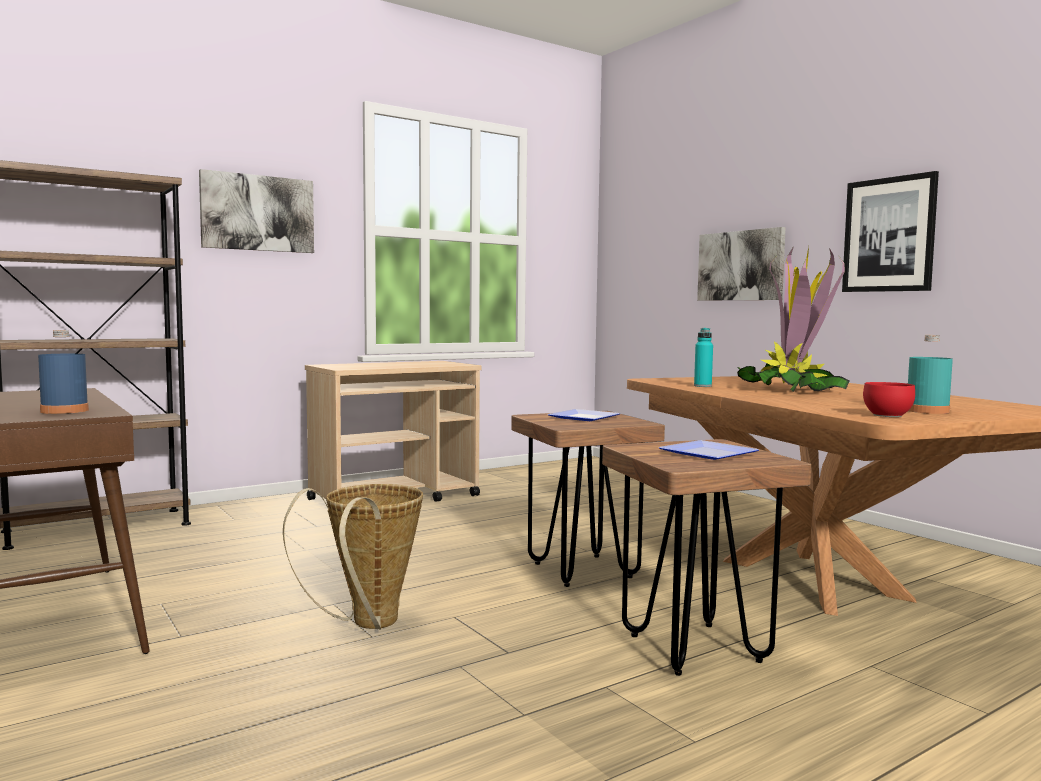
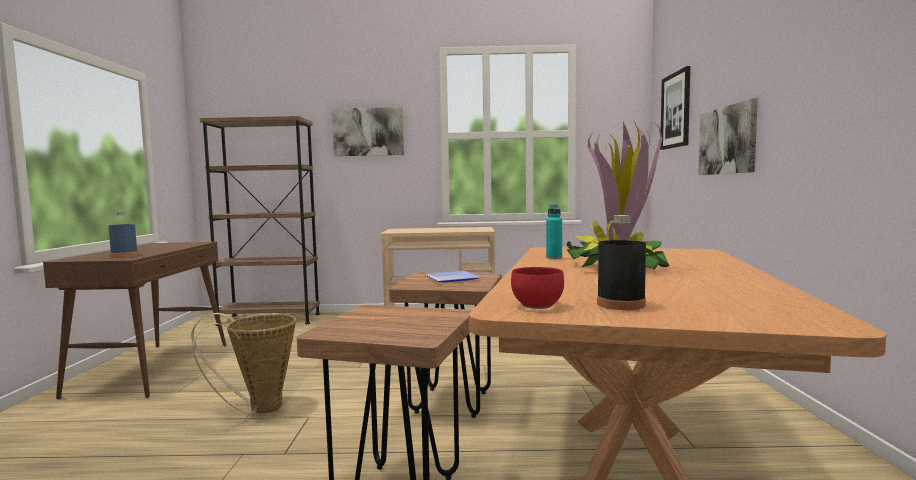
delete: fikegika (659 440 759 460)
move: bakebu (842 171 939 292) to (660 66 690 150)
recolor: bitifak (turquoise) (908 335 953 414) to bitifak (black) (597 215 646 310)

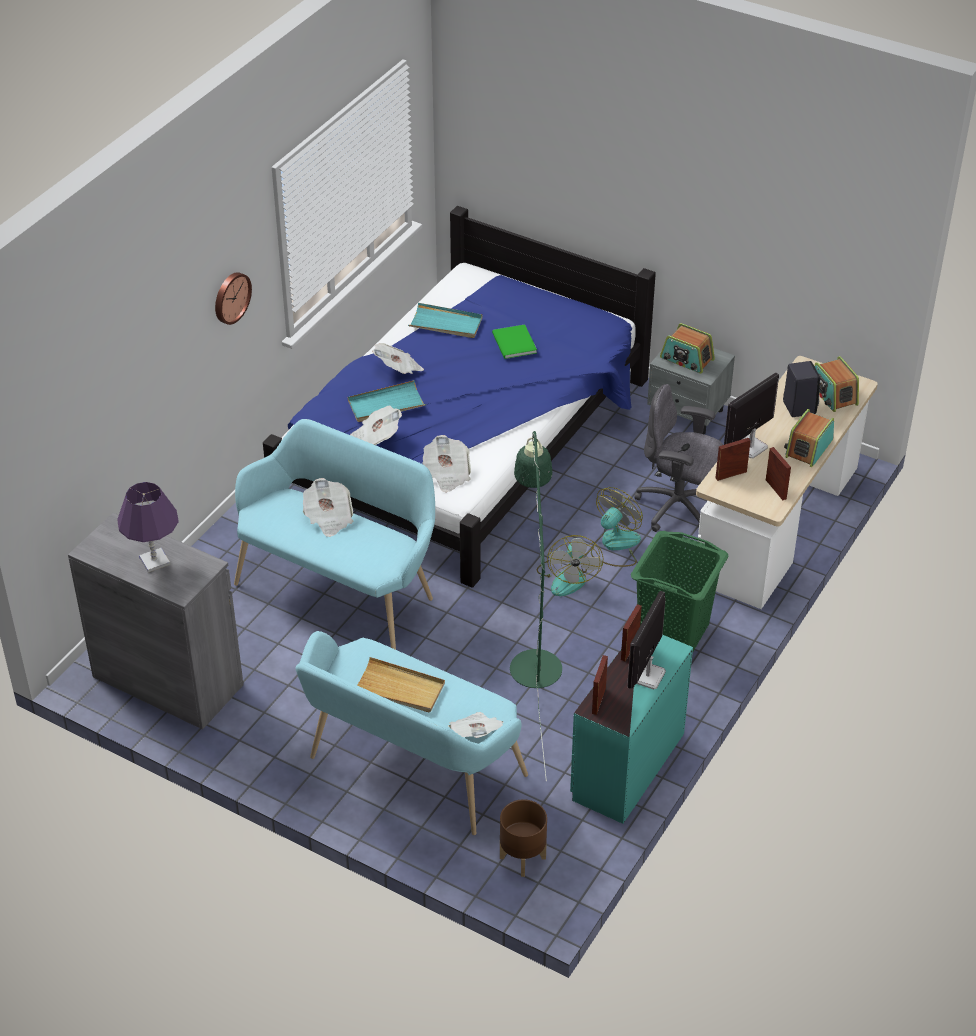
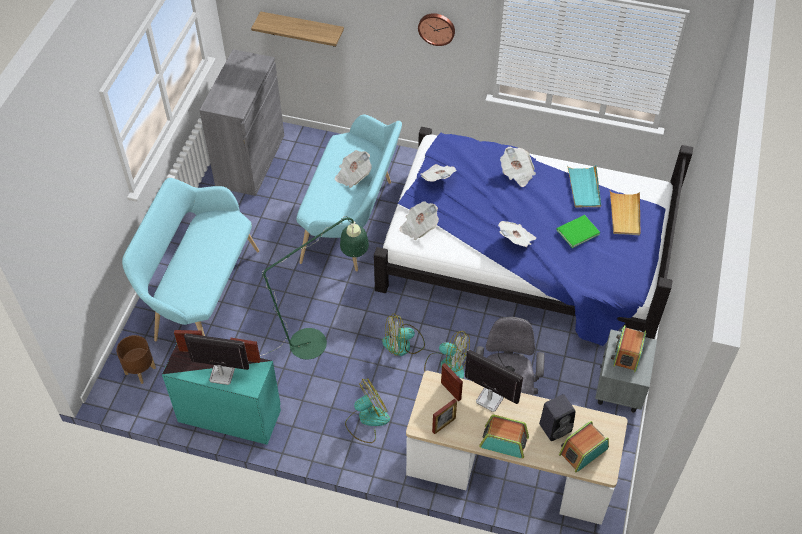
delete: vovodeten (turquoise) (348 380 426 422); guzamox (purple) (117 482 179 573)
insert: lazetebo (251 11 344 47)
move: vovodeten (beige) (357 657 445 712) to (610 191 640 235); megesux (448 712 503 738) to (498 221 536 247)
replace: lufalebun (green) (631 531 728 651) to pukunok (345 378 390 443)

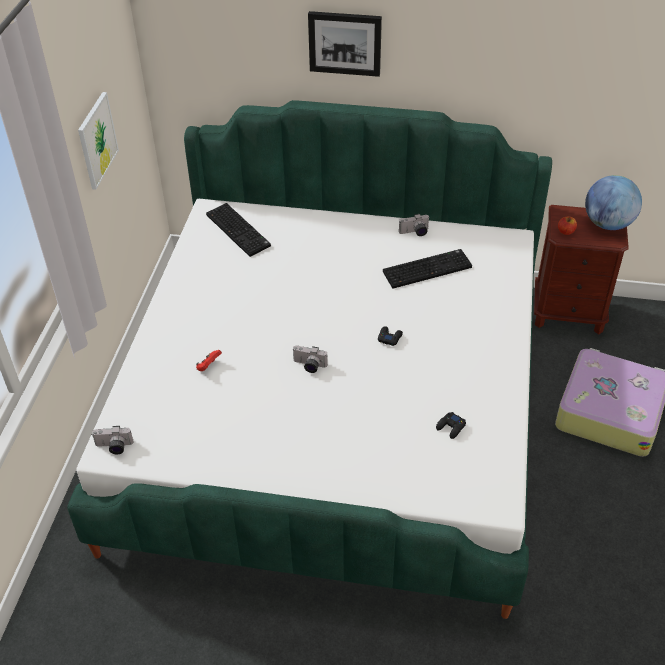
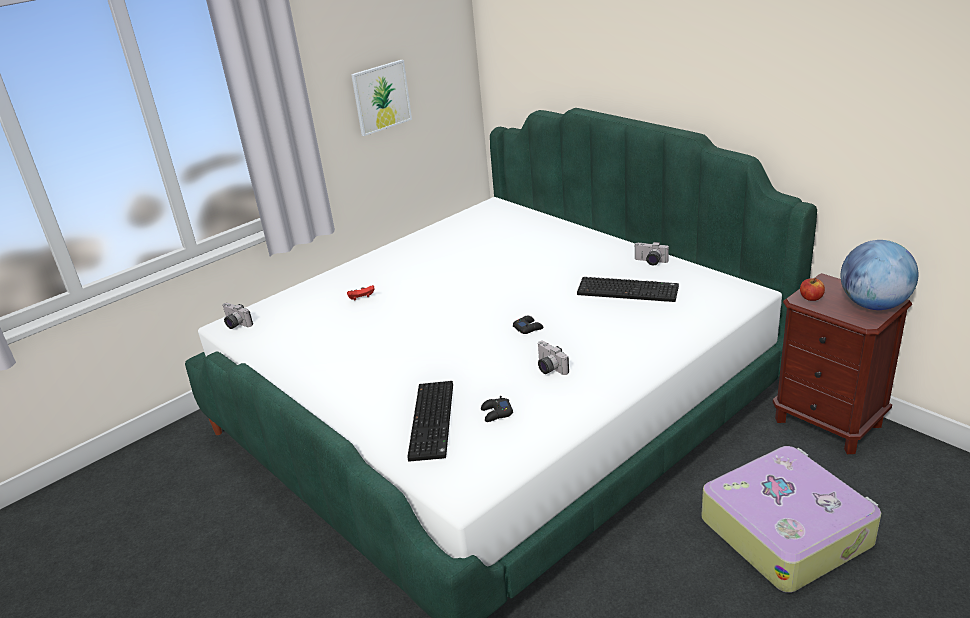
delete: bakebu (308 11 382 77)
move: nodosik (206 203 271 257) to (407 381 453 462); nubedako (293 346 328 373) to (537 341 569 375)

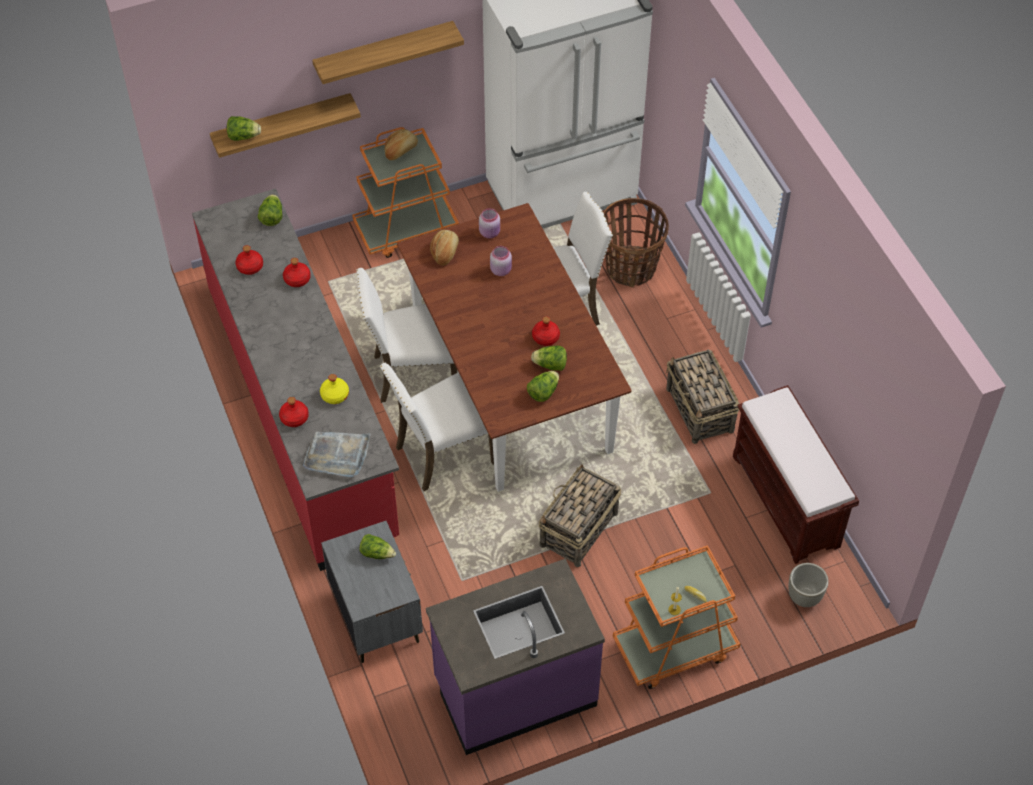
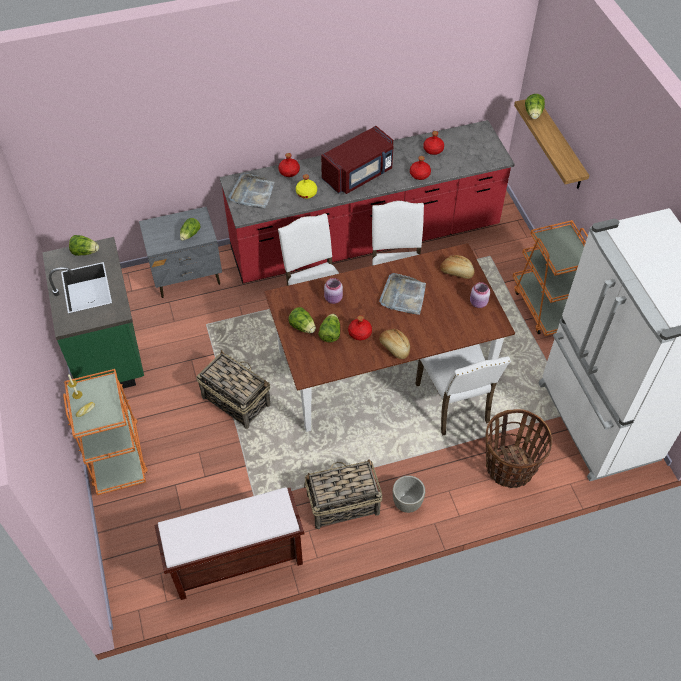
delete: lazetebo (312 21 464 84)
insert: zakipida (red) (321 126 394 194); vovodeten (grey) (379 273 426 315)
move: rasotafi (385 129 418 160) to (379 329 410 359); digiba (258 194 282 226) to (69 235 99 256); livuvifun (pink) (490 246 512 276) to (324 278 343 304); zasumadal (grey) (789 563 828 607) to (393 476 425 513)
recolor: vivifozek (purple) (426 559 605 755) to vivifozek (green) (42 237 144 389)

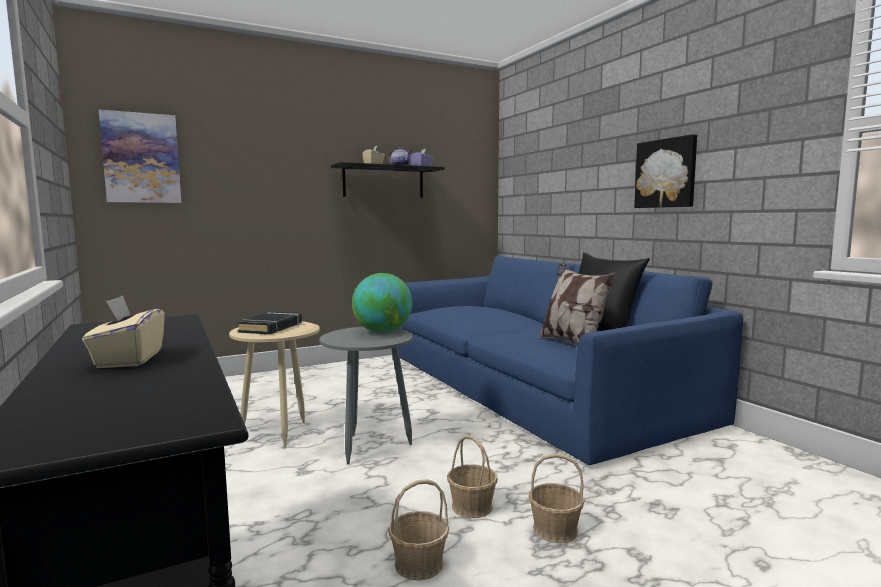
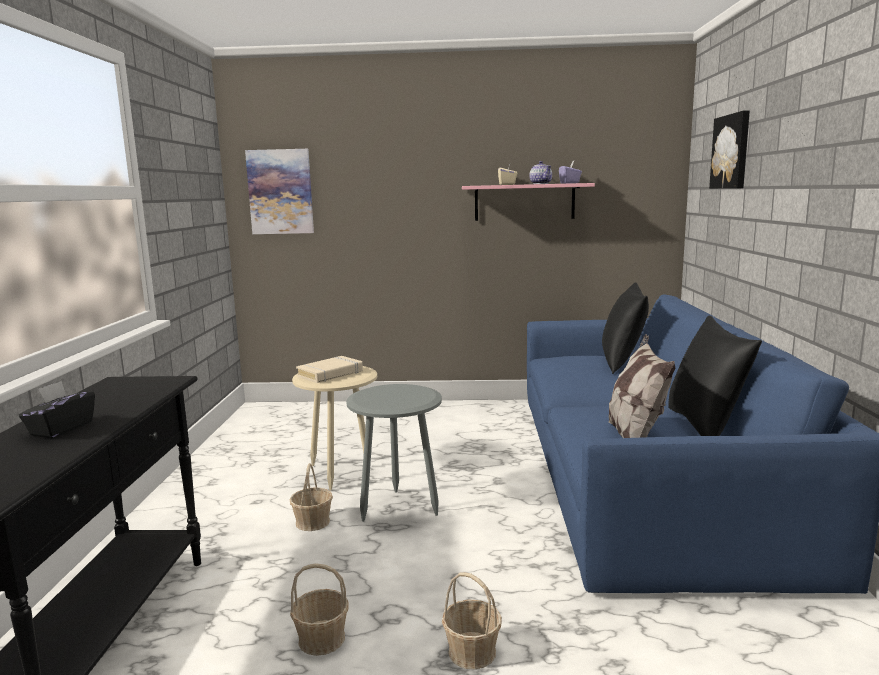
delete: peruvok (352 273 412 333)
insert: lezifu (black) (602 283 649 374)
move: bakebu (634 134 697 208) to (709 110 750 189); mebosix (447 435 498 518) to (290 463 333 531)
recolor: lazetebo (black) (331 162 445 198) to lazetebo (pink) (462 183 595 221); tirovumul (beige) (82 295 165 368) to tirovumul (black) (19 381 95 438); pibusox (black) (237 312 302 334) to pibusox (beige) (296 356 363 383)

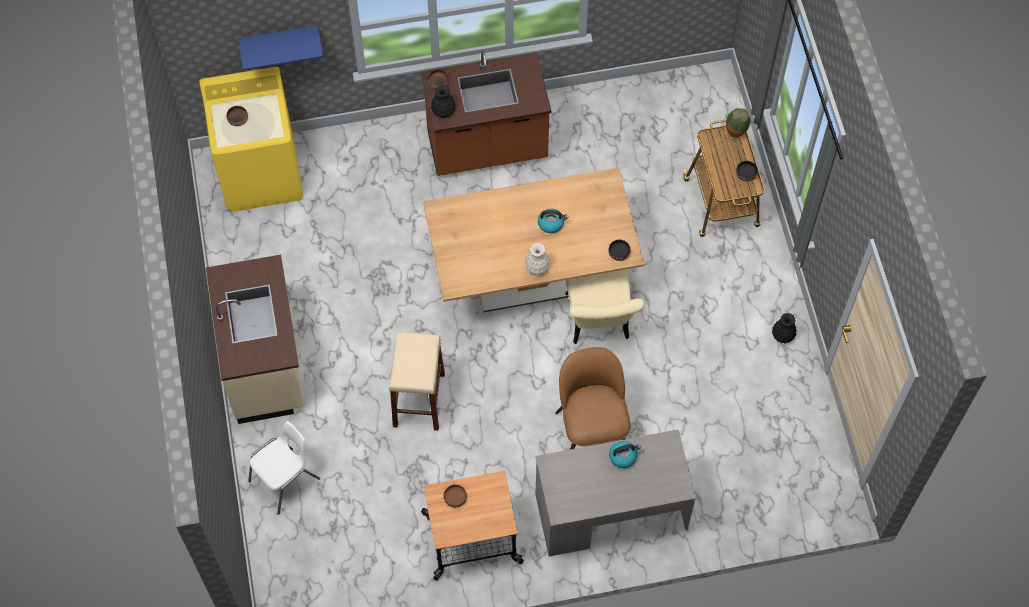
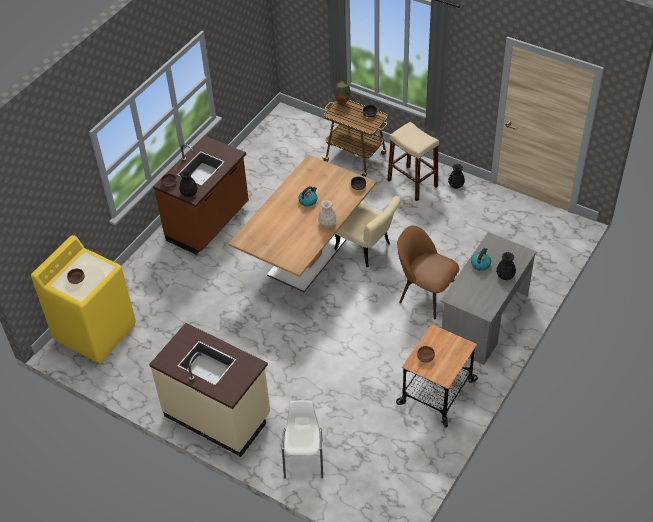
delete: lazetebo (blue) (238 25 324 70)
insert: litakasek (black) (496 252 516 280)
move: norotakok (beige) (389 332 445 431) to (387 122 439 201)

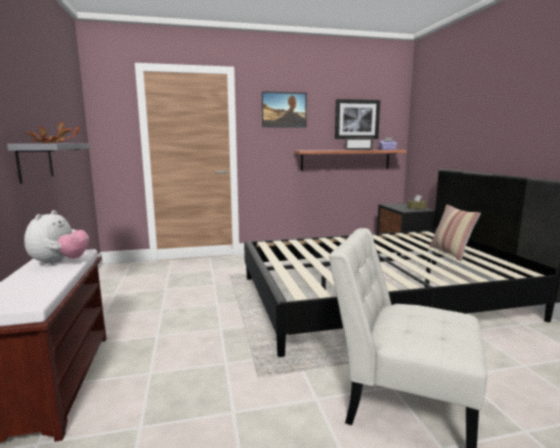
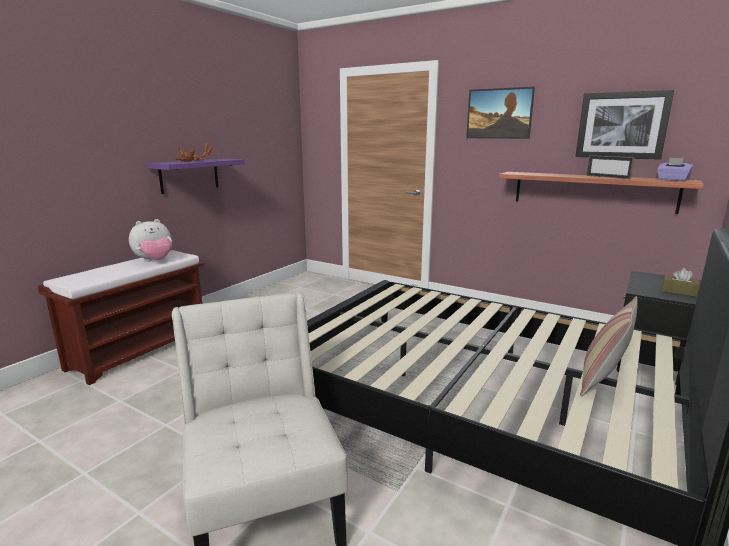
recolor: lazetebo (grey) (7 143 90 184) to lazetebo (purple) (147 158 245 194)

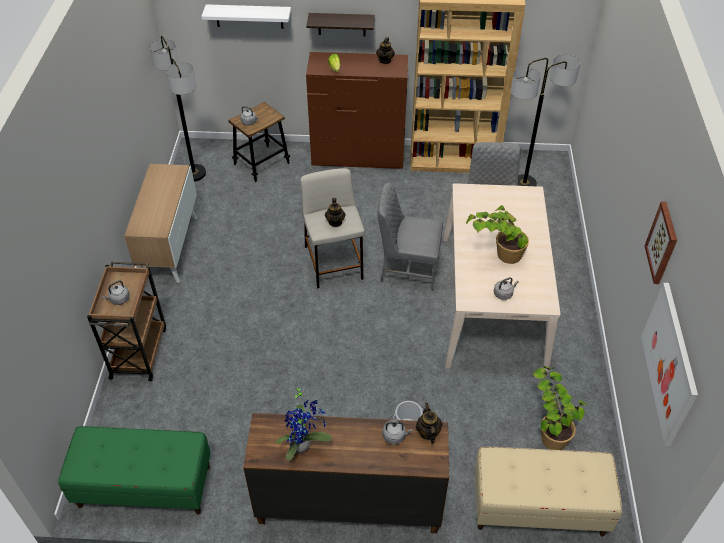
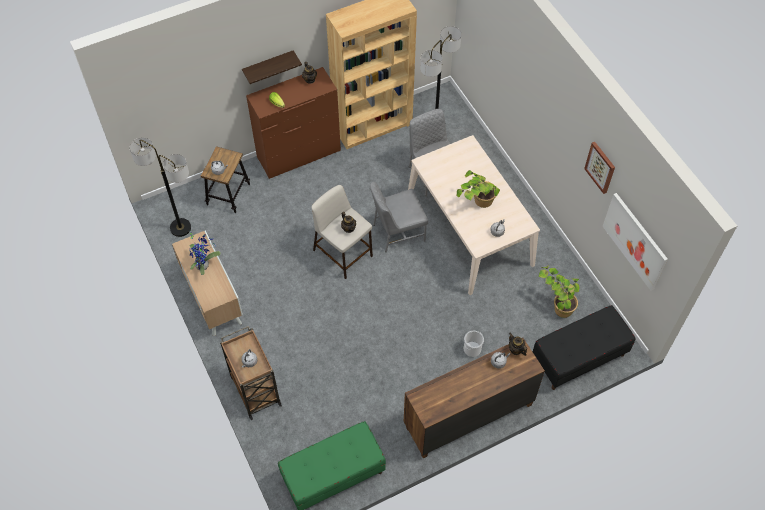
delete: lazetebo (white) (201 4 291 29)
move: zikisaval (276 384 332 460) to (189 233 221 275)
recolor: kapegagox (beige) (475 447 622 536) to kapegagox (black) (533 305 636 390)

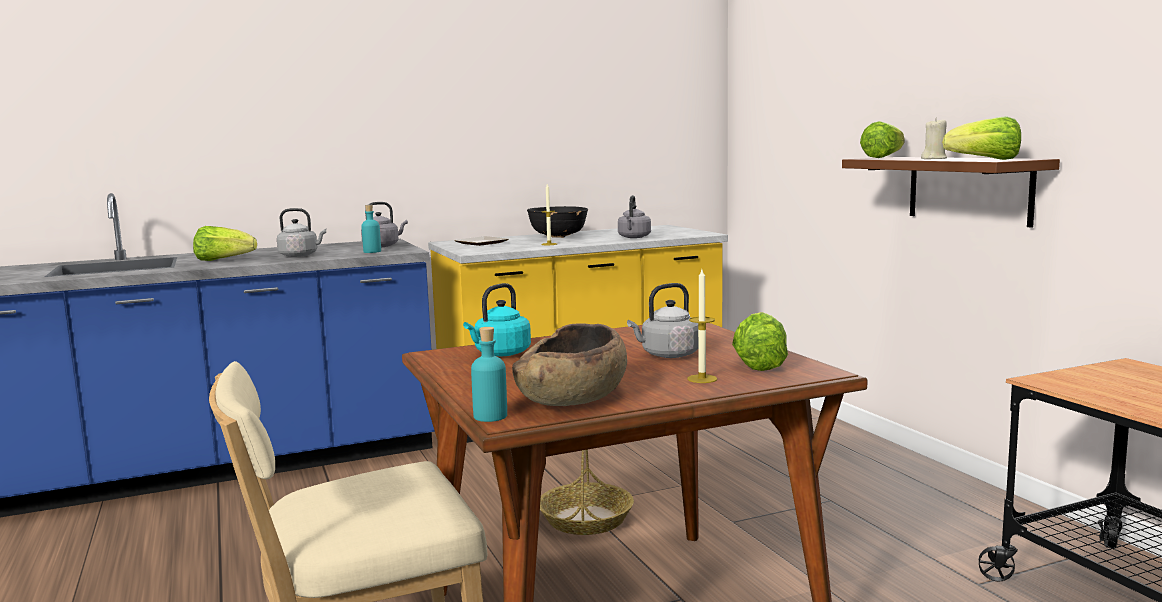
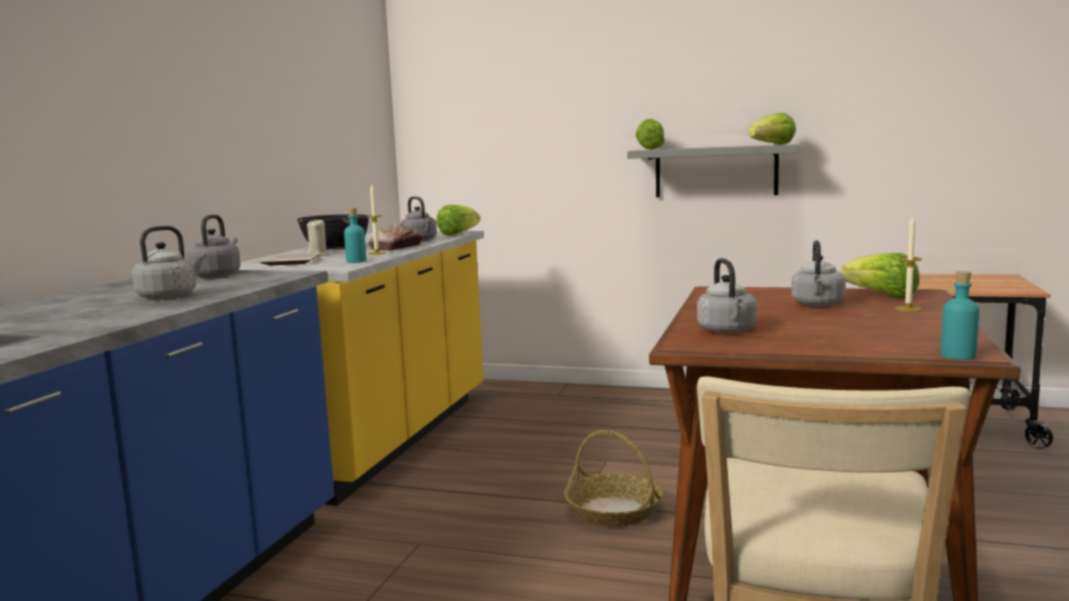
delete: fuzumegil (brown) (512 323 627 406)
insert: rasotafi (369 224 423 250)
move: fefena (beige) (921 118 947 159) to (307 220 329 257); bitifak (turquoise) (361 205 381 253) to (344 208 367 263); digiba (193 226 257 261) to (436 205 480 235)
recolor: lazetebo (brown) (842 157 1060 228) to lazetebo (grey) (627 144 799 197); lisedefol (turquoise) (463 283 531 356) to lisedefol (grey) (697 258 757 333)

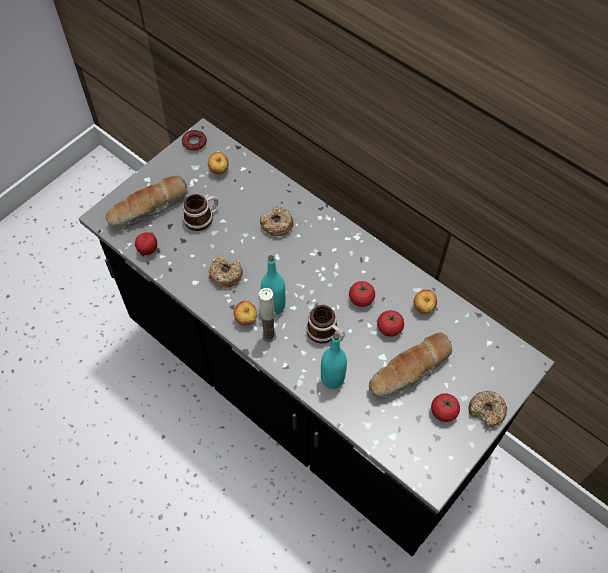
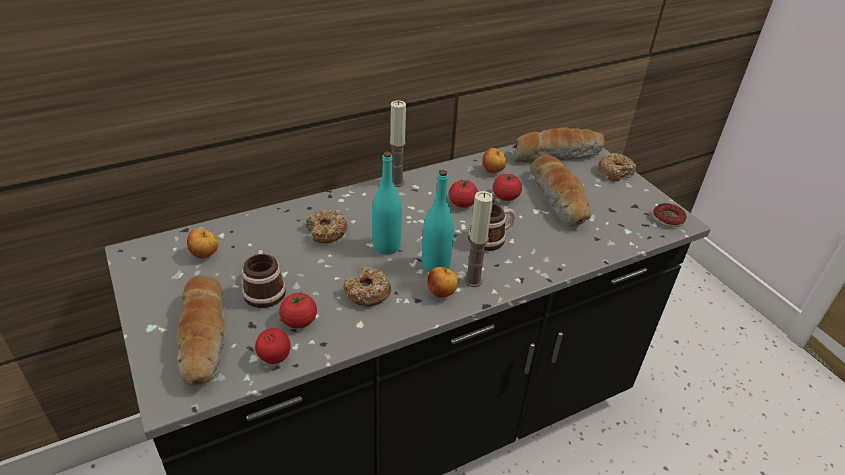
insert: fefena (389 100 406 187); rasotafi (513 127 605 163)
move: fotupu (182 130 207 152) to (653 203 686 227); bitifak (turquoise) (321 333 347 389) to (372 151 402 254); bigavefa (431 393 460 422) to (279 292 317 328)

